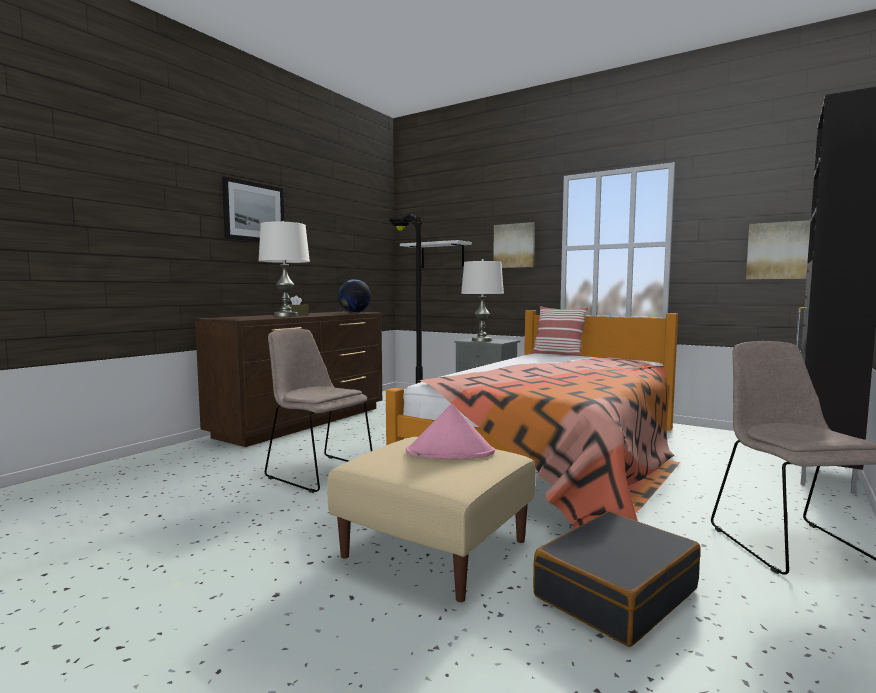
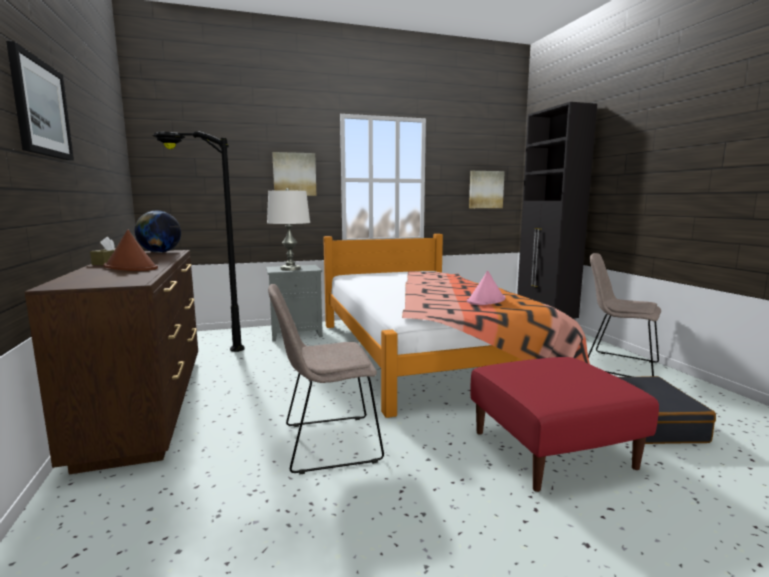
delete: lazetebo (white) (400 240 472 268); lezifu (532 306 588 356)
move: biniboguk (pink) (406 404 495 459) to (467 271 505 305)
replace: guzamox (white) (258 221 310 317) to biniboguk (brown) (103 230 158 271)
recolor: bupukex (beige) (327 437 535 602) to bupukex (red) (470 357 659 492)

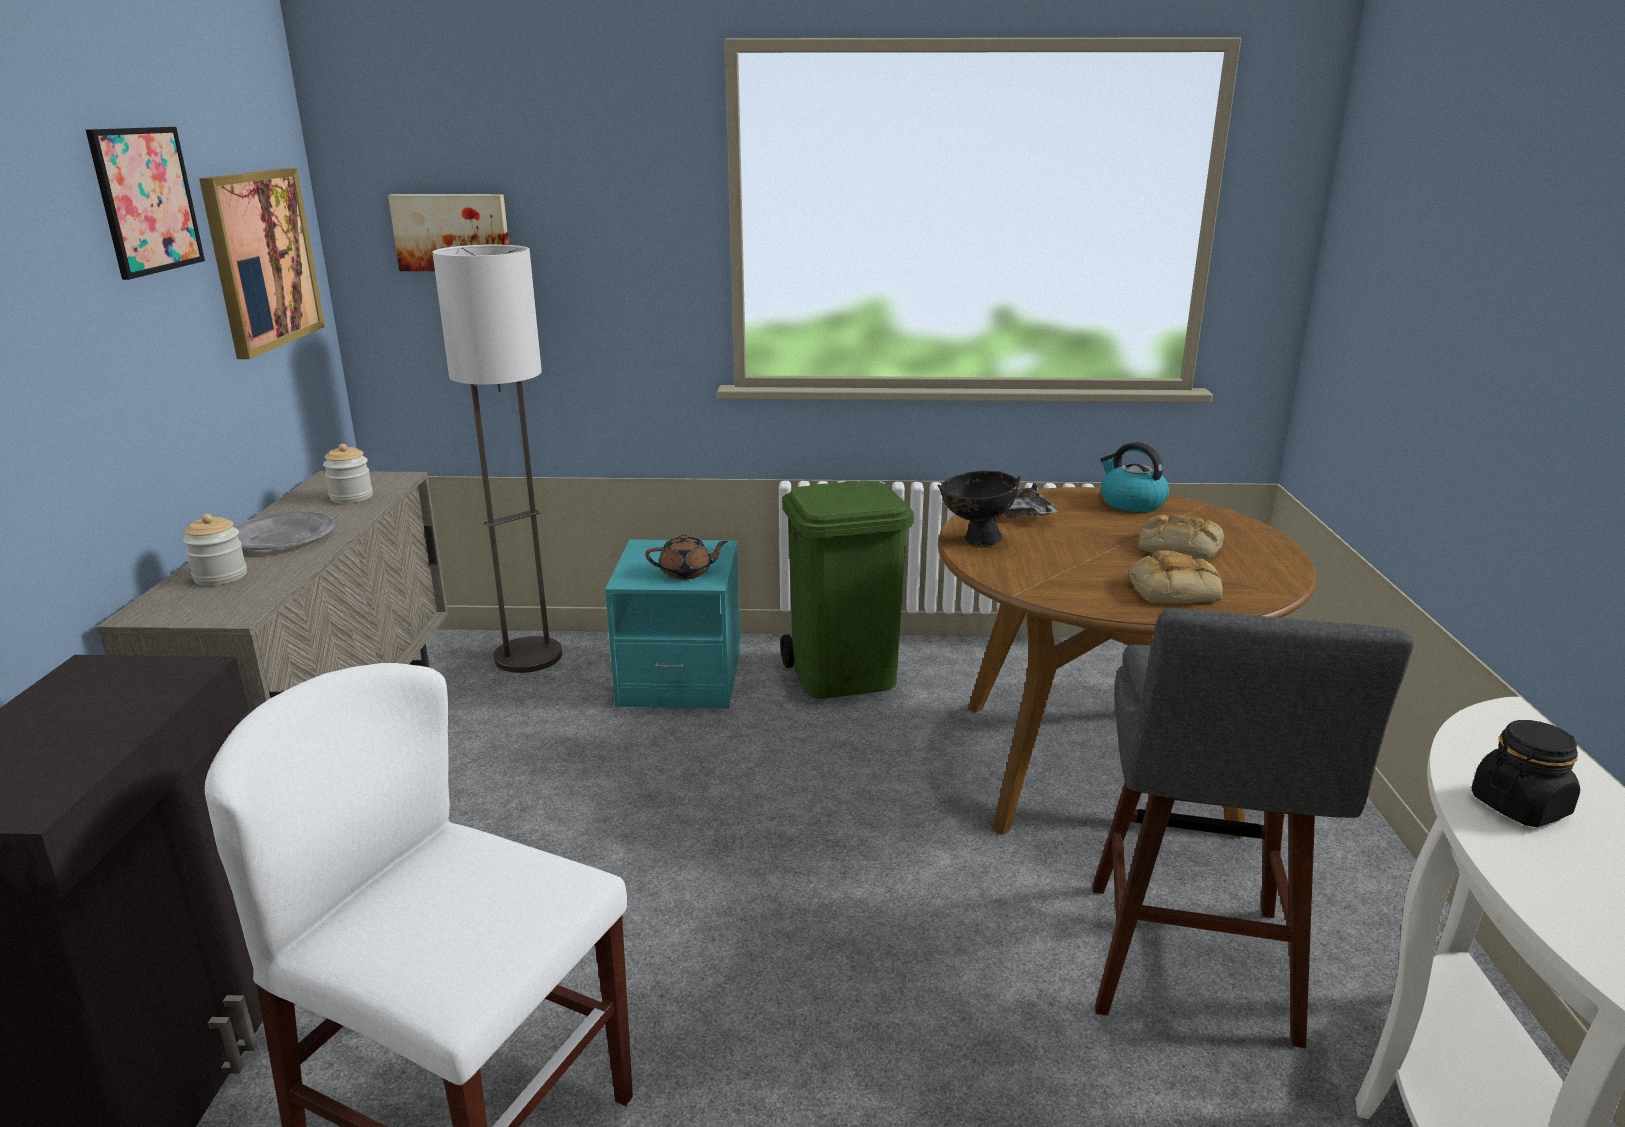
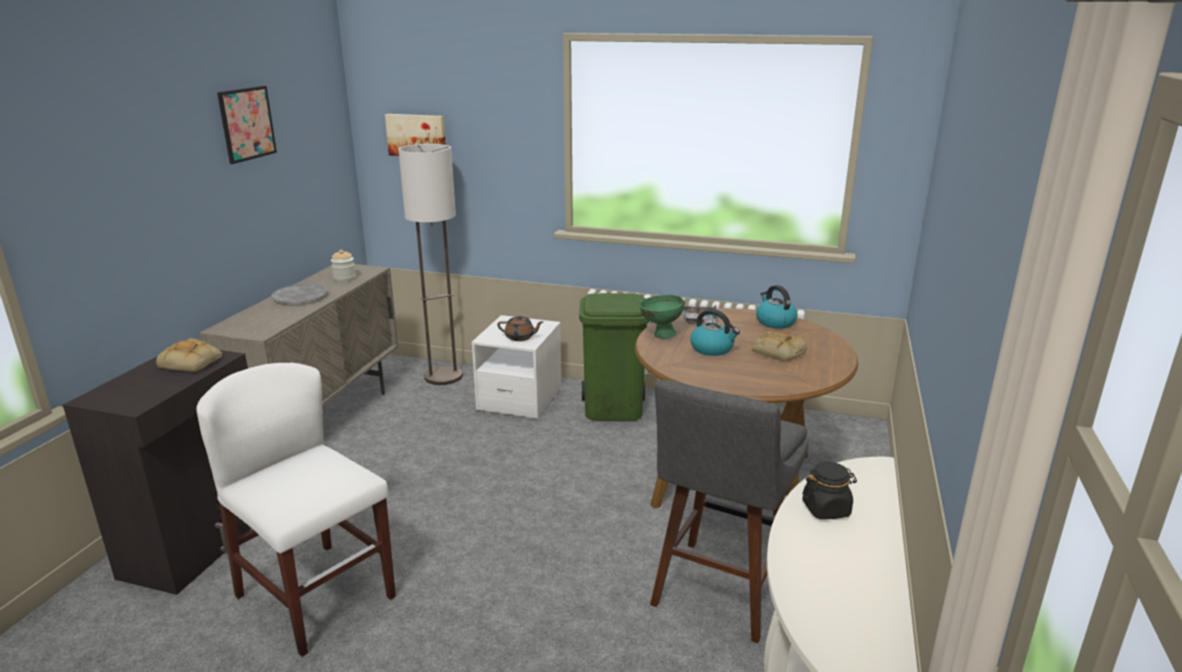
delete: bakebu (199 168 325 359); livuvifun (183 514 247 586)
insert: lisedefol (690 309 740 356)
move: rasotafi (1129 550 1223 603) to (156 338 222 372)
recolor: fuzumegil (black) (937 471 1021 546) to fuzumegil (green) (638 295 685 339); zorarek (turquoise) (605 539 741 709) to zorarek (white) (472 315 561 419)

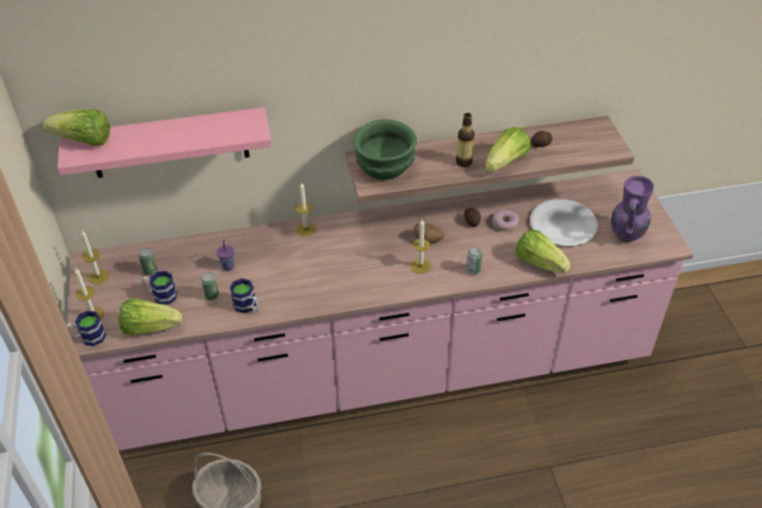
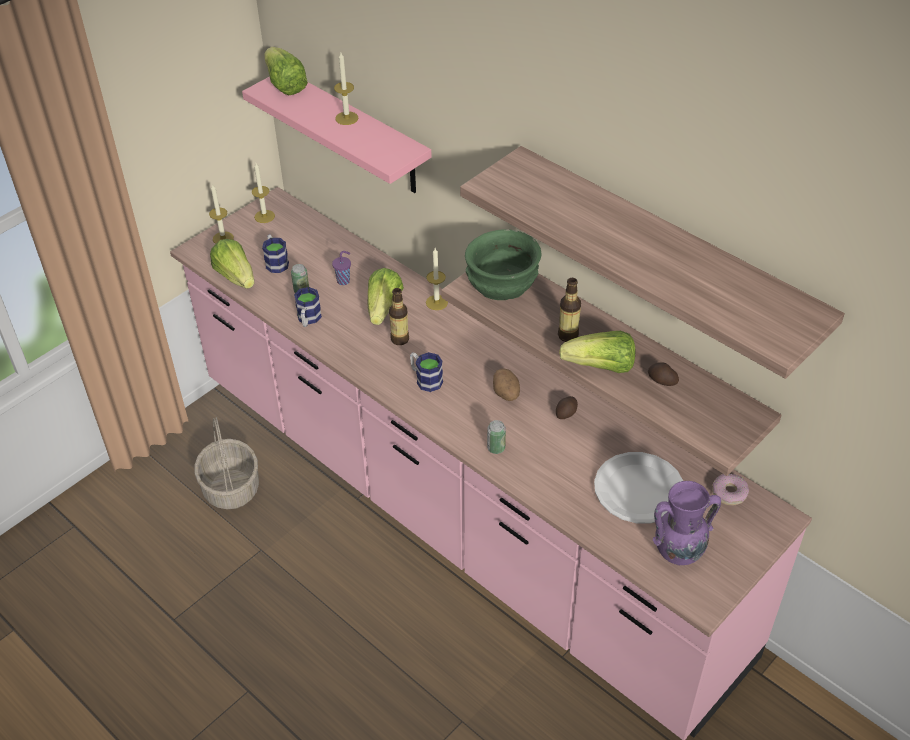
delete: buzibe (138 247 157 275)
insert: lazetebo (460 146 845 379); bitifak (389 288 409 345)
move: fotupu (492 209 519 232) to (712 474 749 506); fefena (411 219 431 274) to (334 52 358 125); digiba (515 230 571 273) to (368 268 404 325); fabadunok (66 311 106 346) to (410 352 443 392)

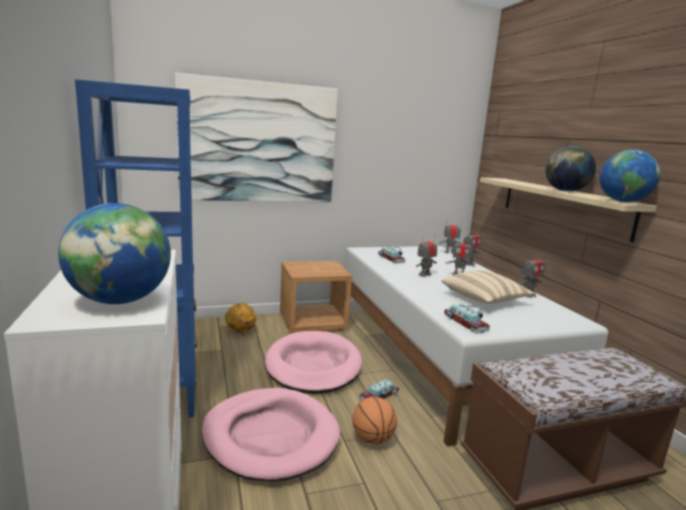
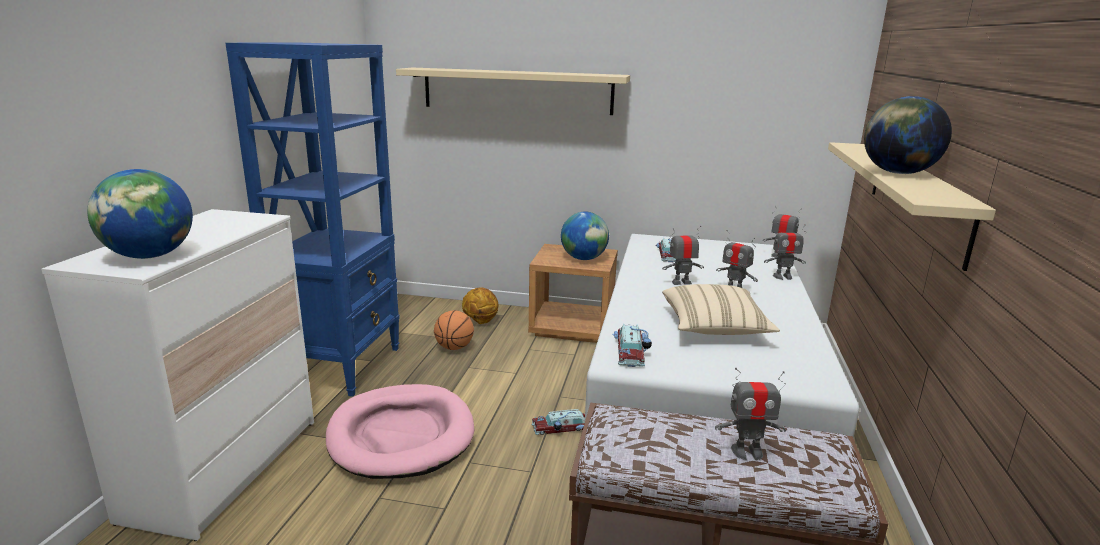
delete: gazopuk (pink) (265 331 362 394)
move: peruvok (599 150 660 202) to (561 211 609 260); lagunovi (519 253 545 298) to (715 368 786 460); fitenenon (352 397 397 444) to (434 310 474 350)
replace: bakebu (175 72 338 203) to lazetebo (beige) (396 68 630 115)

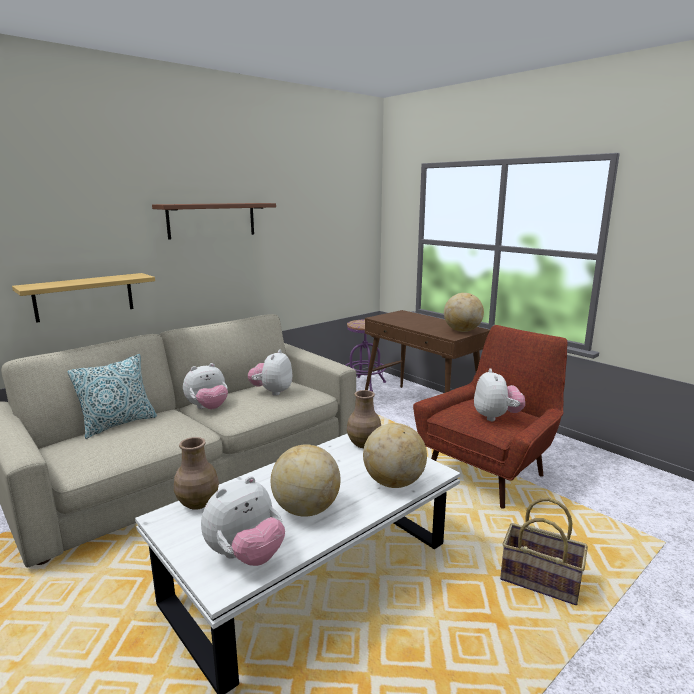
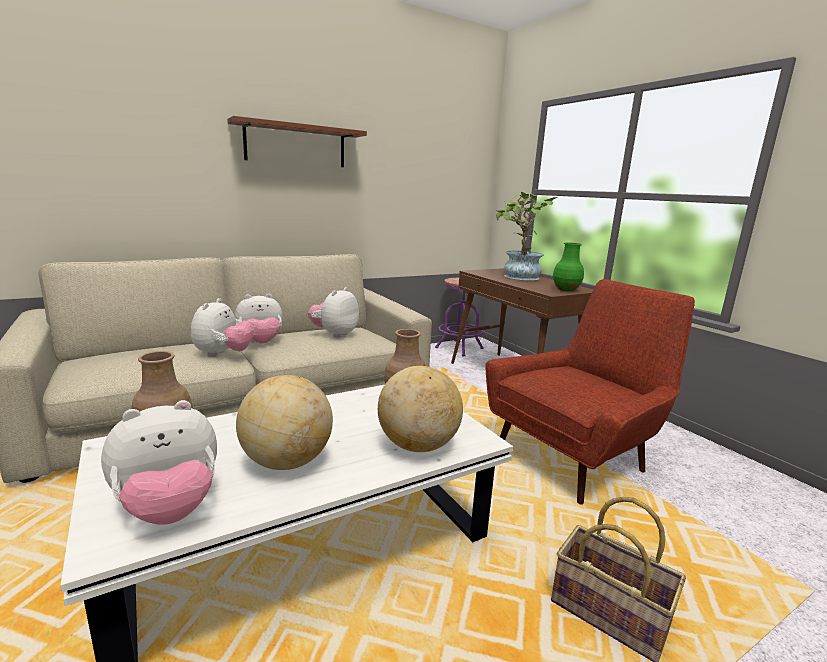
delete: lazetebo (12 273 155 323); lezifu (68 354 157 439)
insert: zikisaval (496 192 558 280)
move: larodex (474 368 525 421) to (191 298 254 357)
replace: peruvok (444 293 484 332) to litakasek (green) (553 242 584 291)

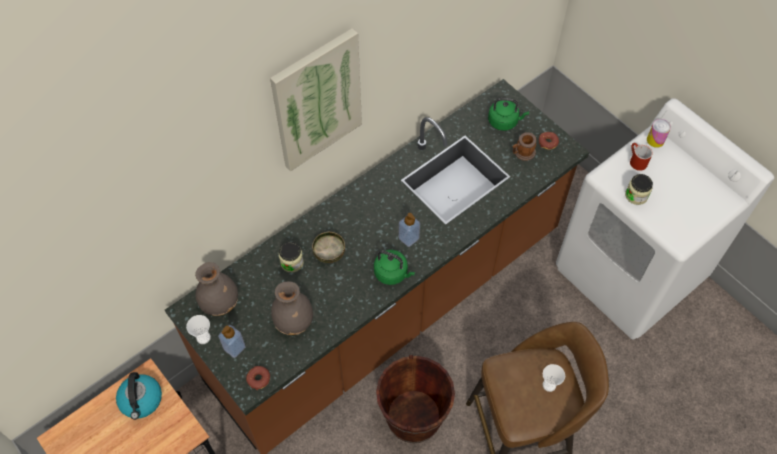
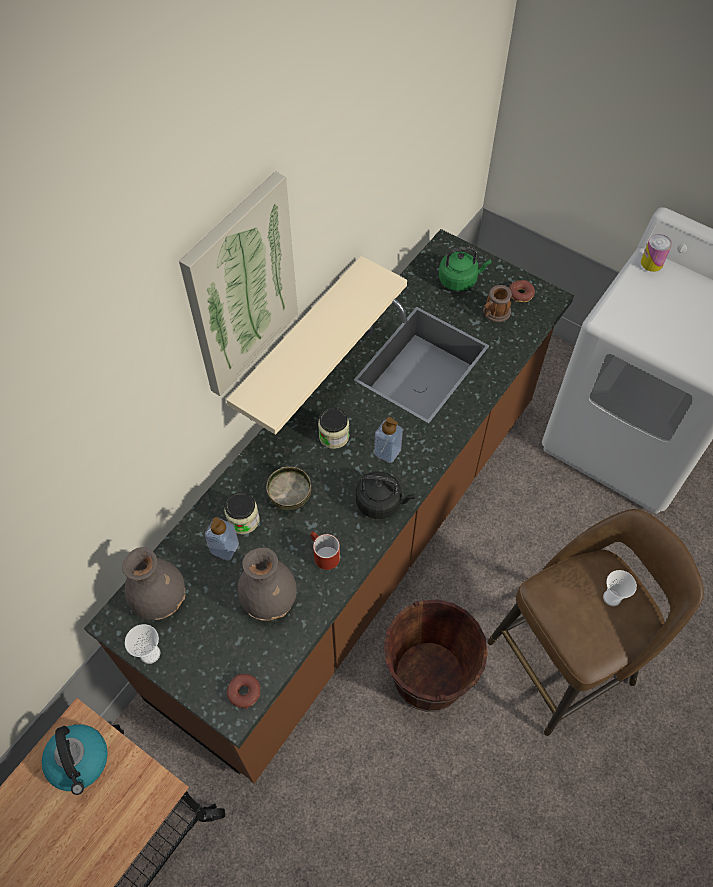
insert: lazetebo (beige) (227 256 407 435)
move: fabadunok (red) (630 143 653 171) to (310 532 340 570); livuvifun (625 174 653 205) to (318 408 349 449); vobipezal (218 325 246 358) to (205 517 239 561)
recolor: lisedefol (green) (374 250 415 285) to lisedefol (black) (356 472 415 519)

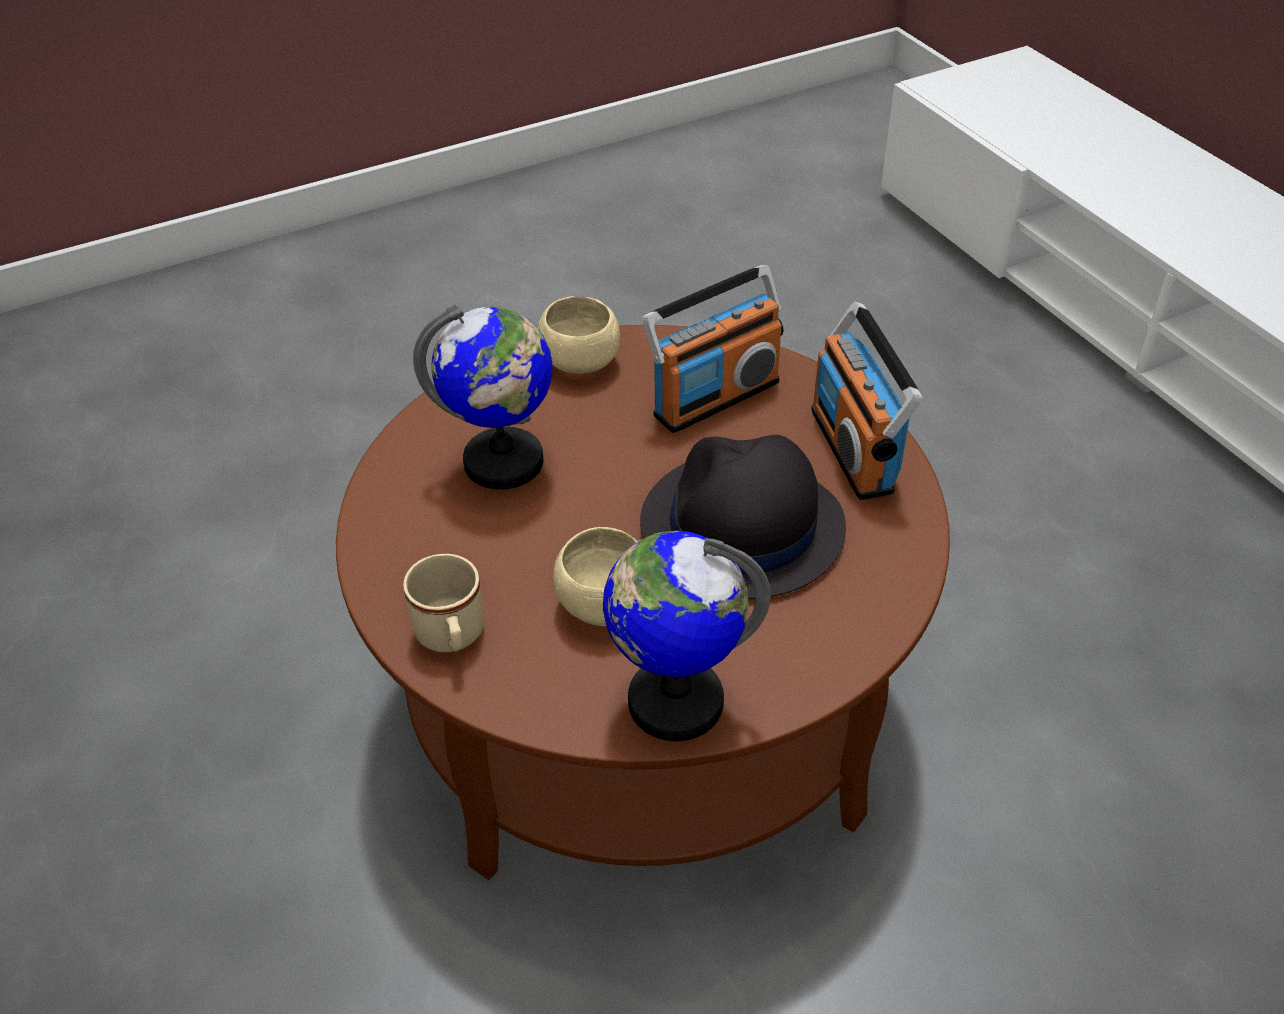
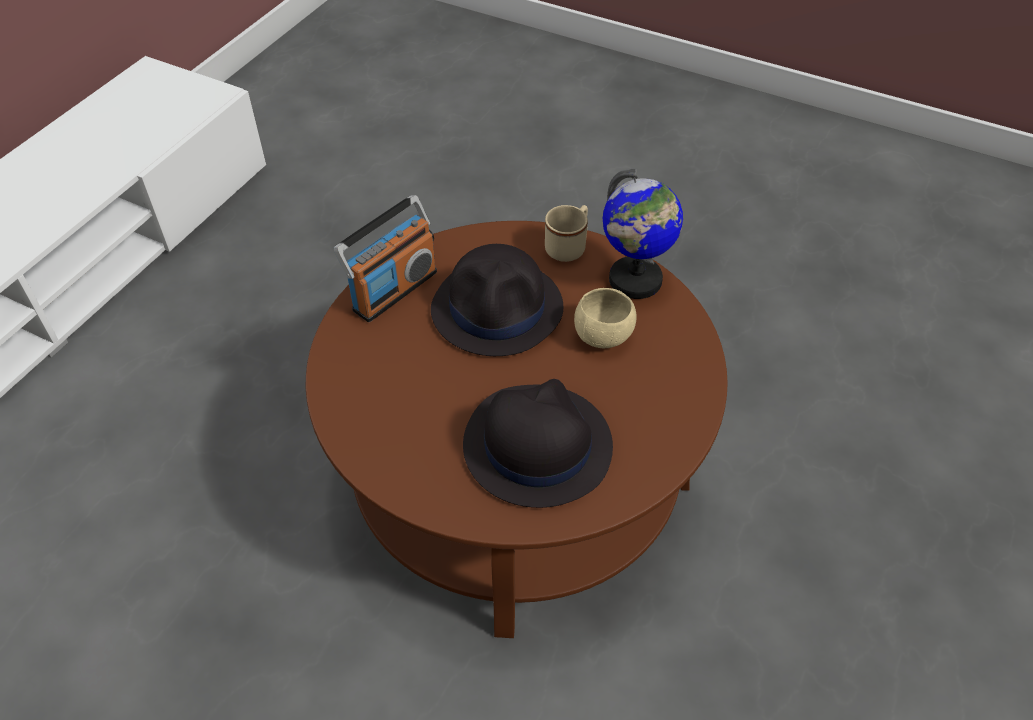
delete: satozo (642 265 783 433); fuzumegil (beige) (538 296 620 374)
move: fabadunok (beige) (403 554 484 652) to (545 205 588 262)
replace: peruvok (413 304 552 490) to biniboguk (black) (463 379 613 508)

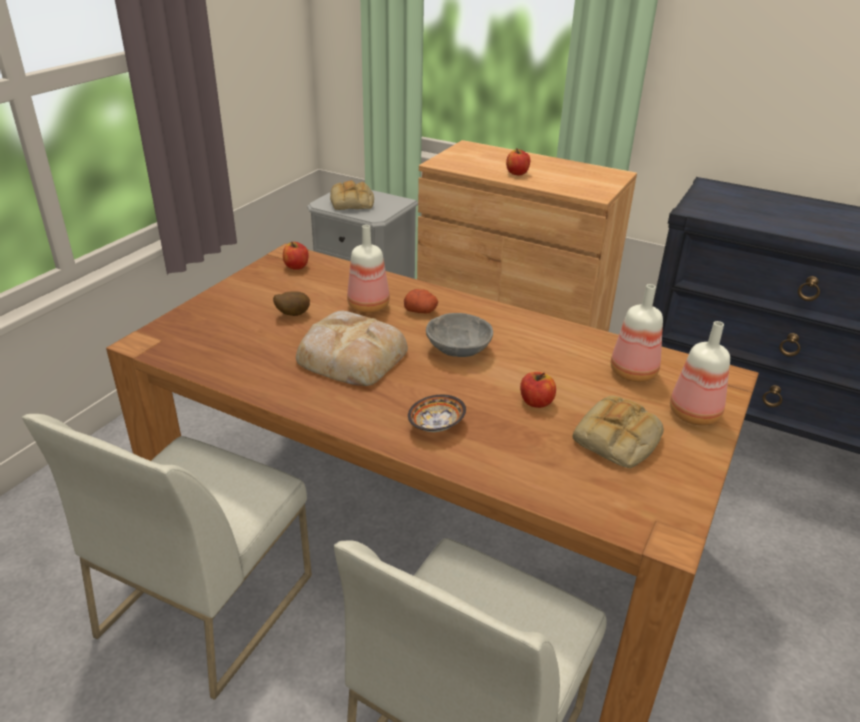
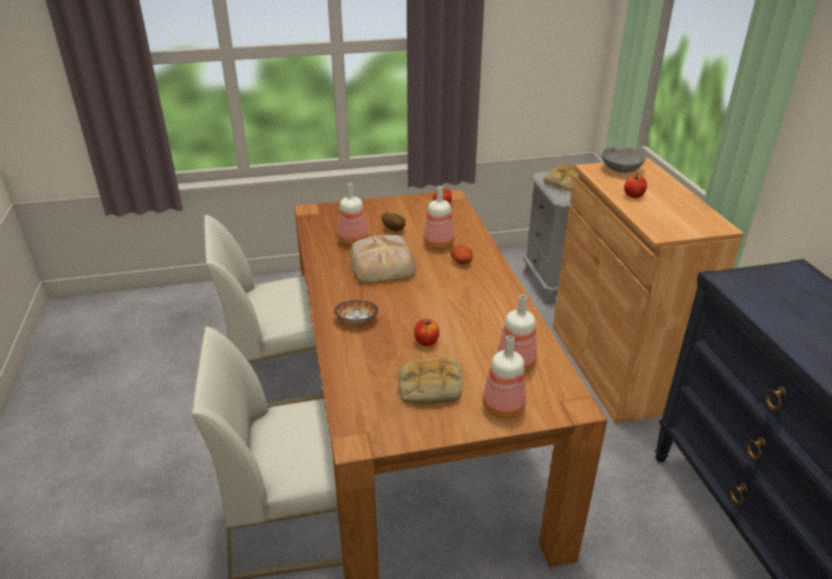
insert: bitifak (337 183 368 246)
move: fuzumegil (grey) (426 313 493 357) to (601 147 646 173)

